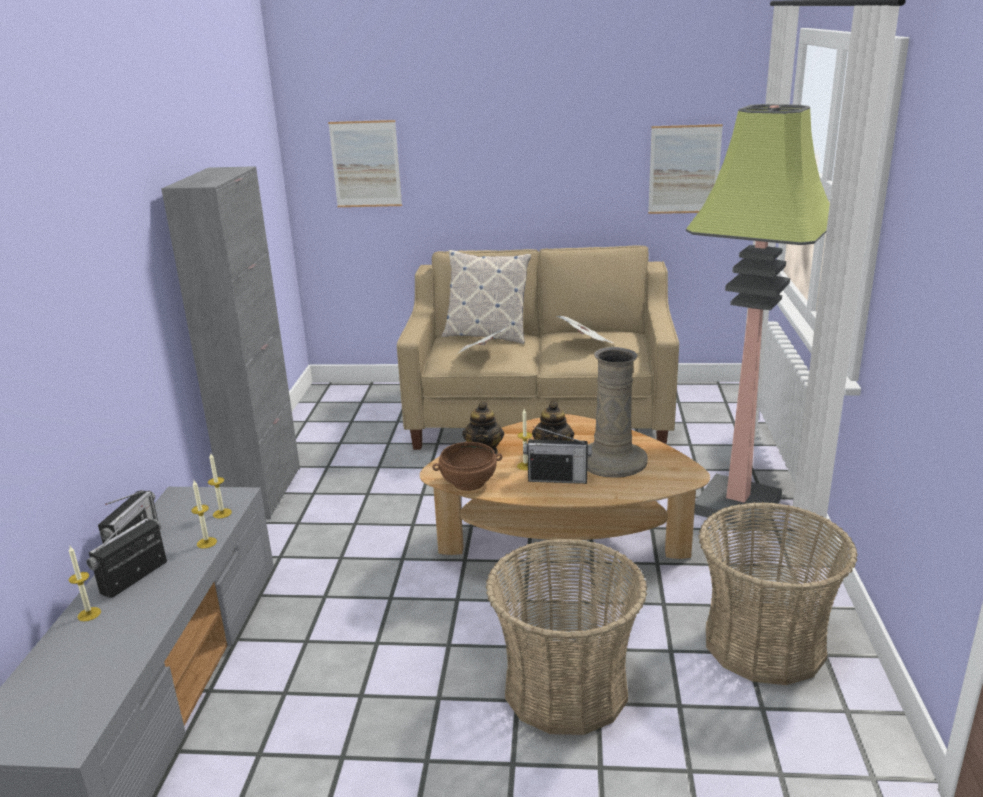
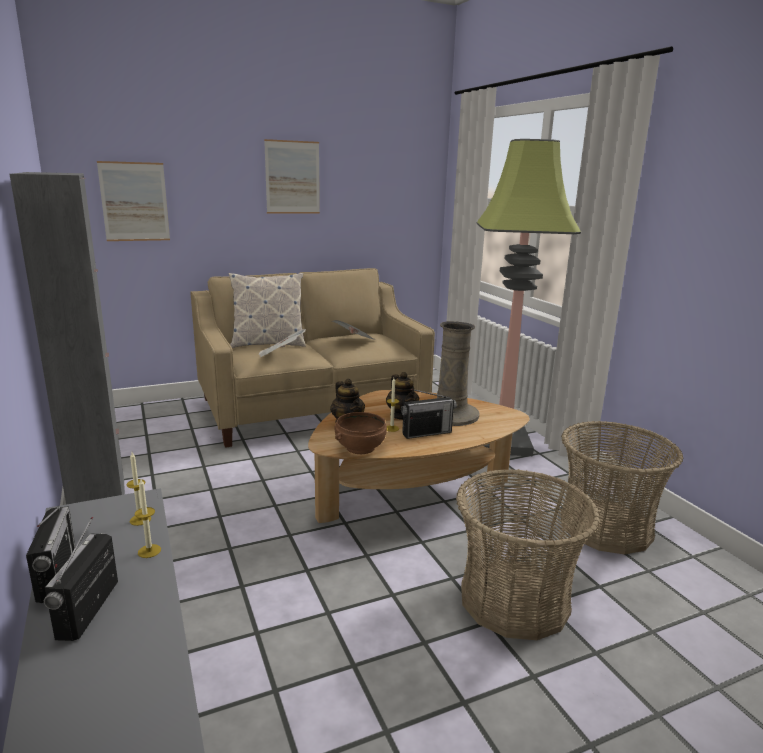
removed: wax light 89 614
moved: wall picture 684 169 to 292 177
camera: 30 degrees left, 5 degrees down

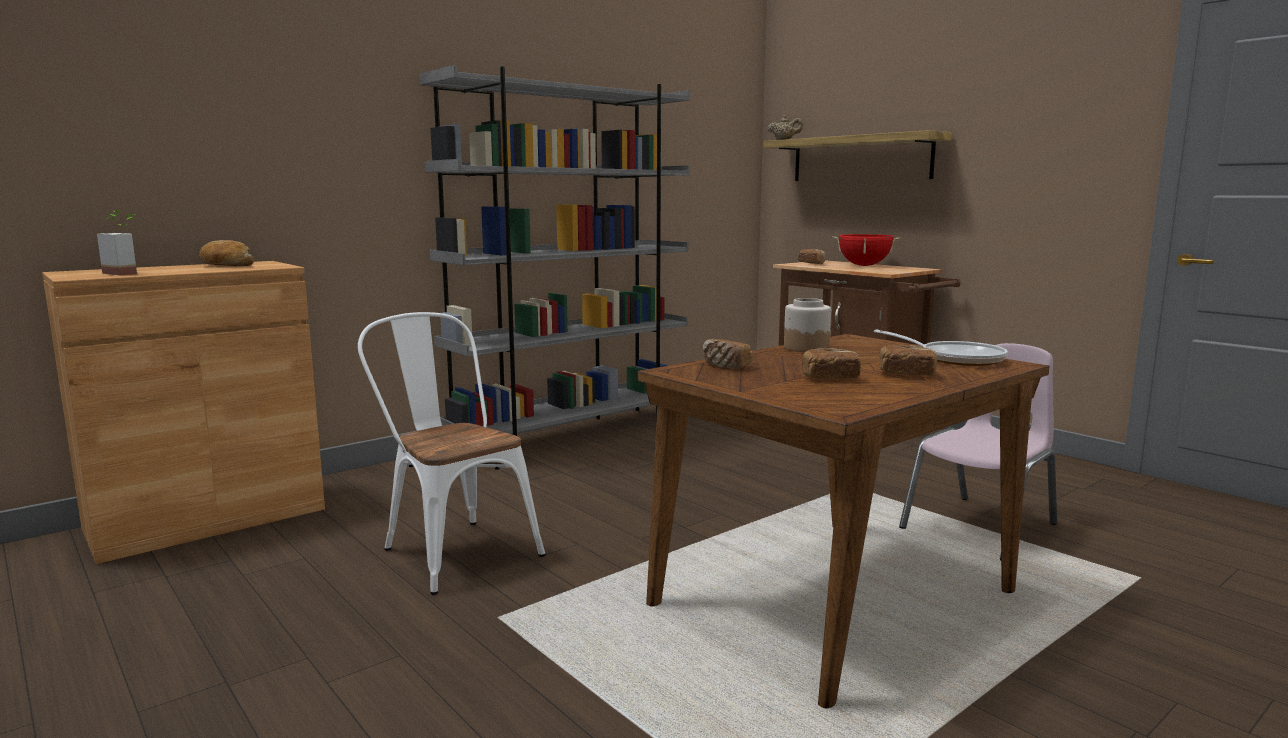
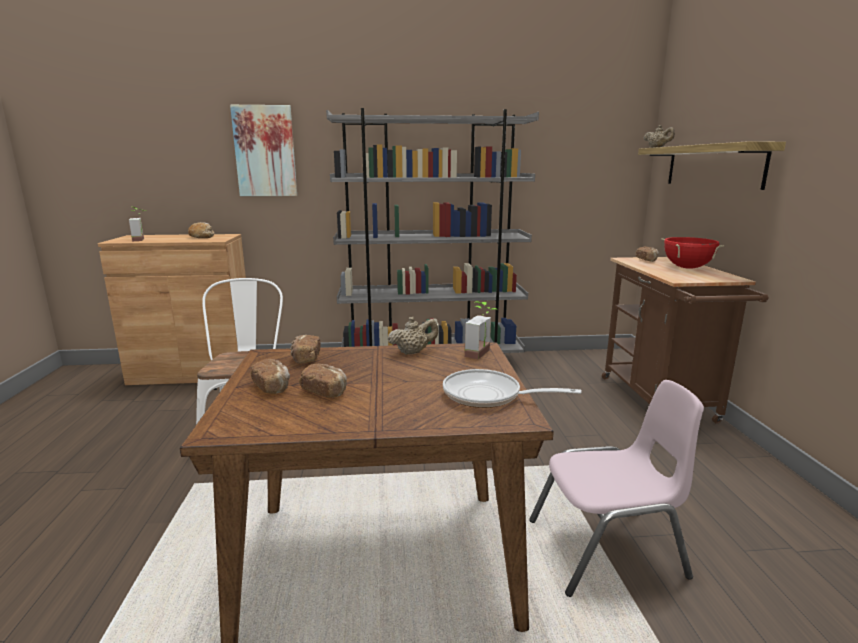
added: wall picture 265 151; plant in a pot 483 354
moved: baked bread 907 374 to 272 387
replaced: preserve jar 806 348 to pot for tea in beige-coloured 413 352
turned: skillet 955 359 = 488 396 120 degrees clockwise
camera: 35 degrees right, 5 degrees up

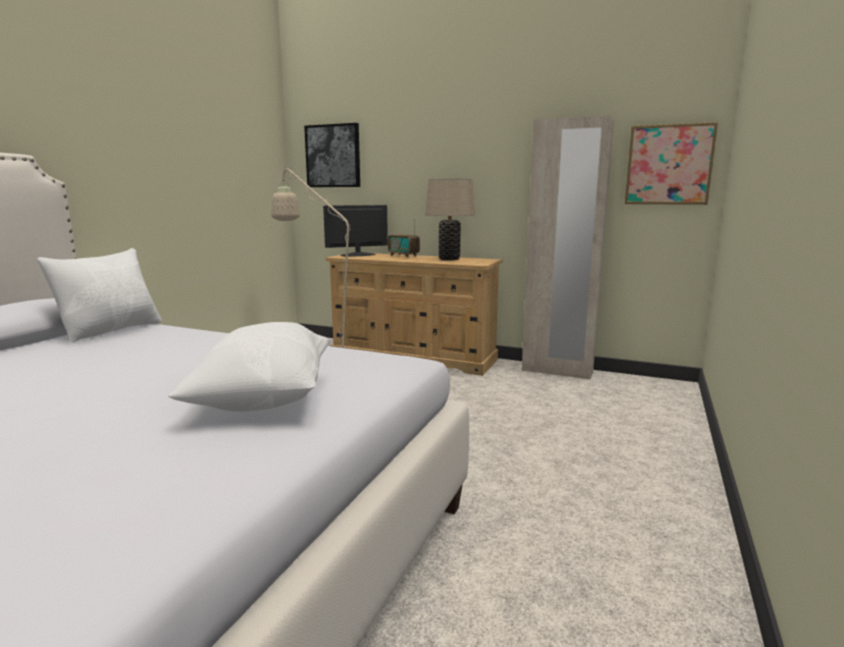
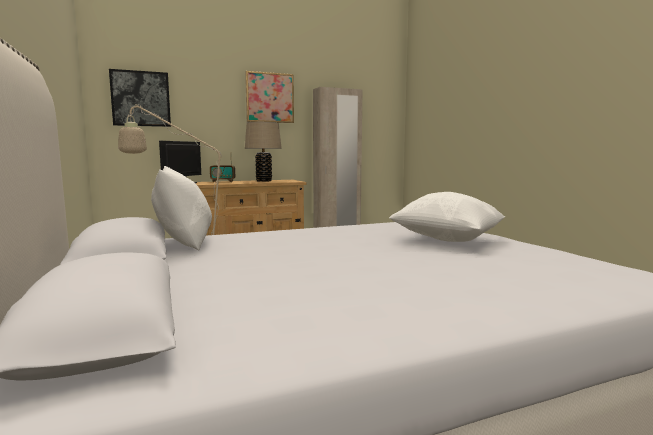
moved: wall picture 669 165 to 269 98
camera: 45 degrees left, 5 degrees down

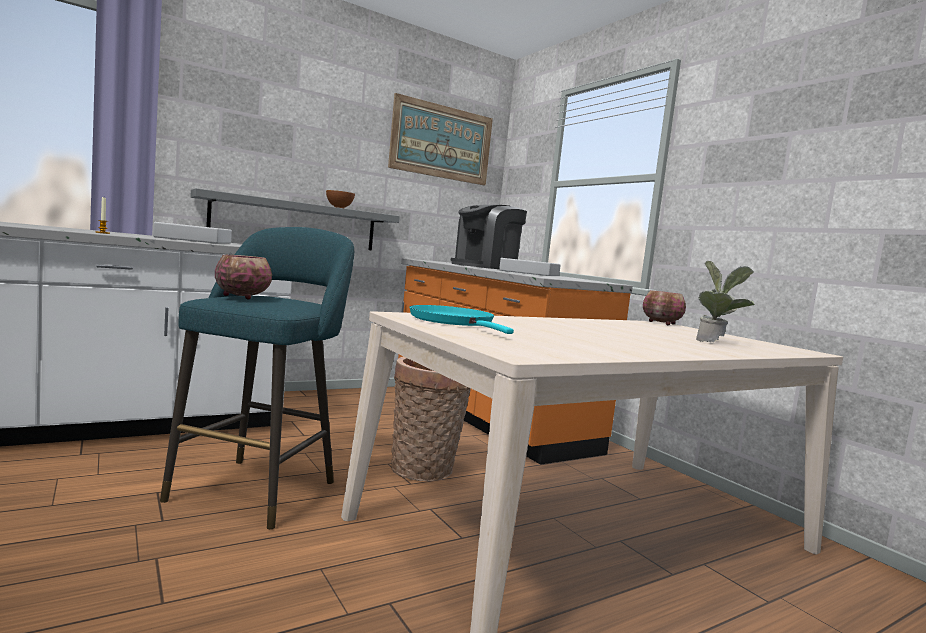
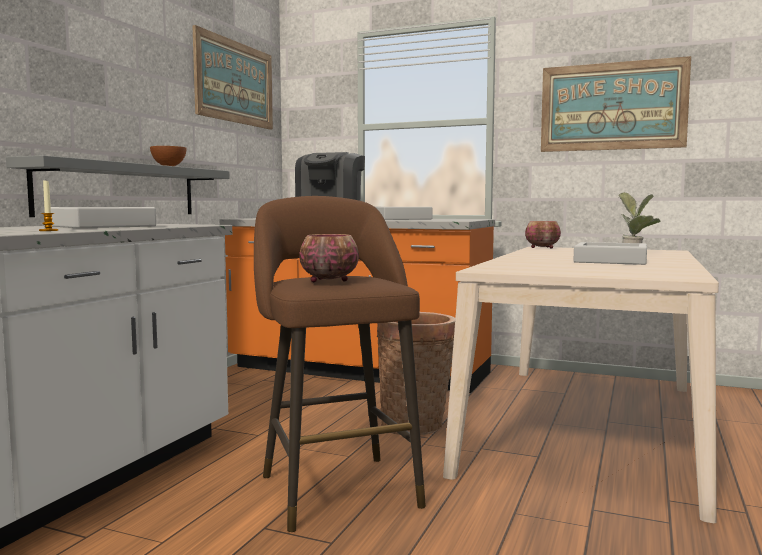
removed: skillet in turquoise 454 322
added: wall picture 612 106; carrying tray in greyish 610 261
recoloured: sitting stool in turquoise 259 487 to sitting stool in brown-coloured 336 486
camera: 35 degrees left, 0 degrees up

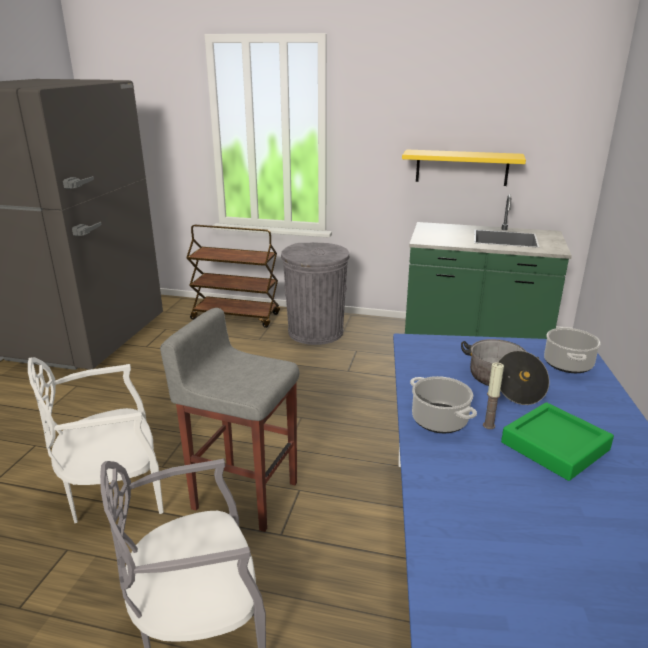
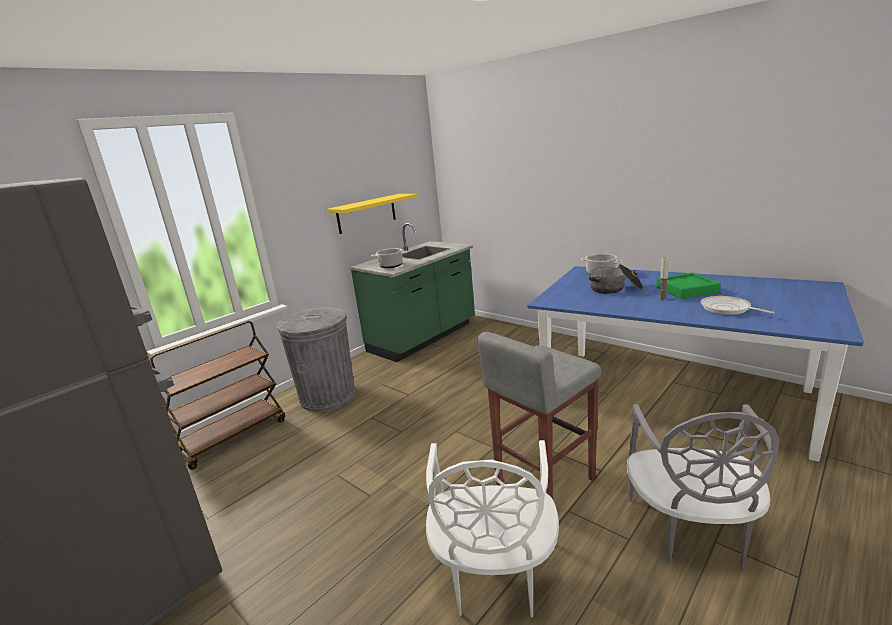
added: skillet 727 309
moved: cooking pot 440 420 to 391 265
camera: 60 degrees left, 5 degrees down

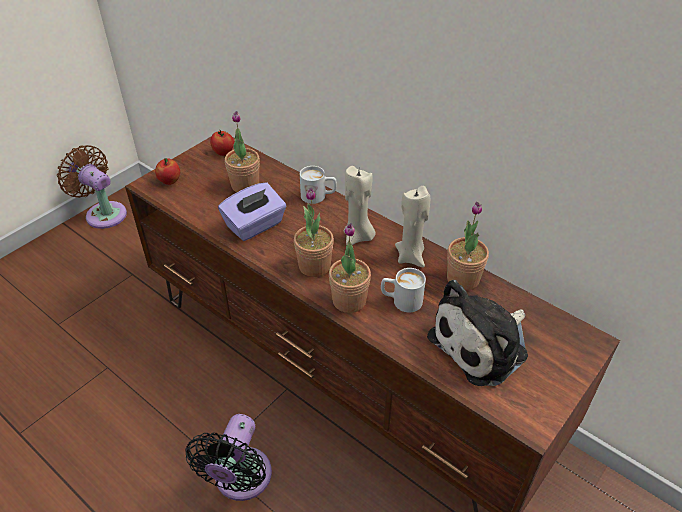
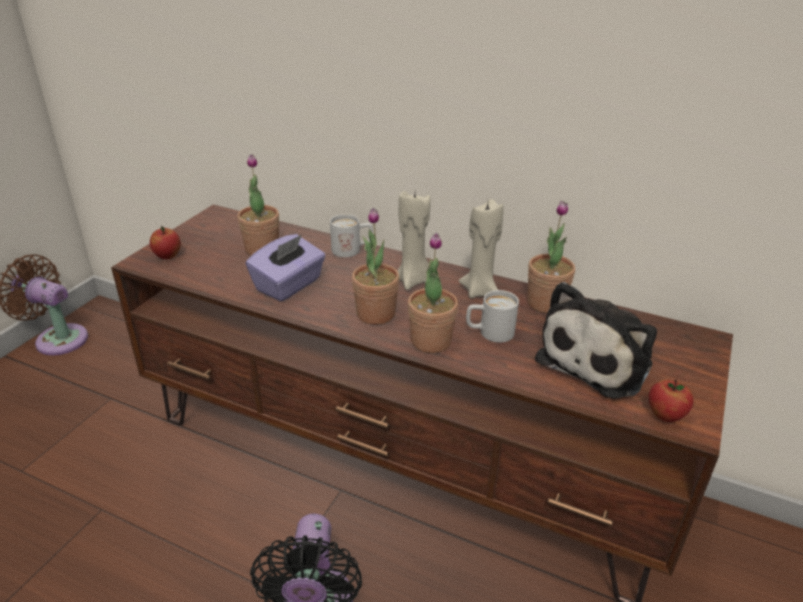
moved: whole apple 223 152 to 665 415
camera: 15 degrees left, 10 degrees down

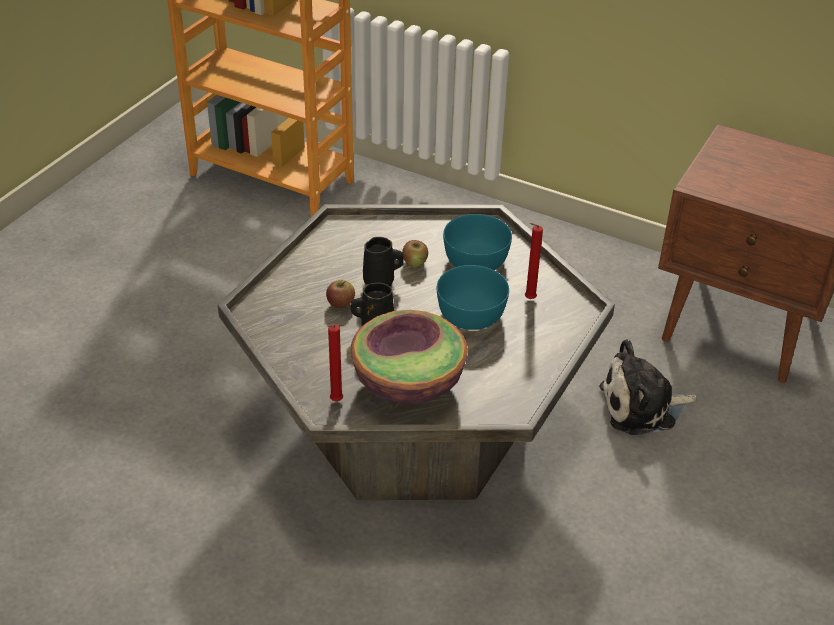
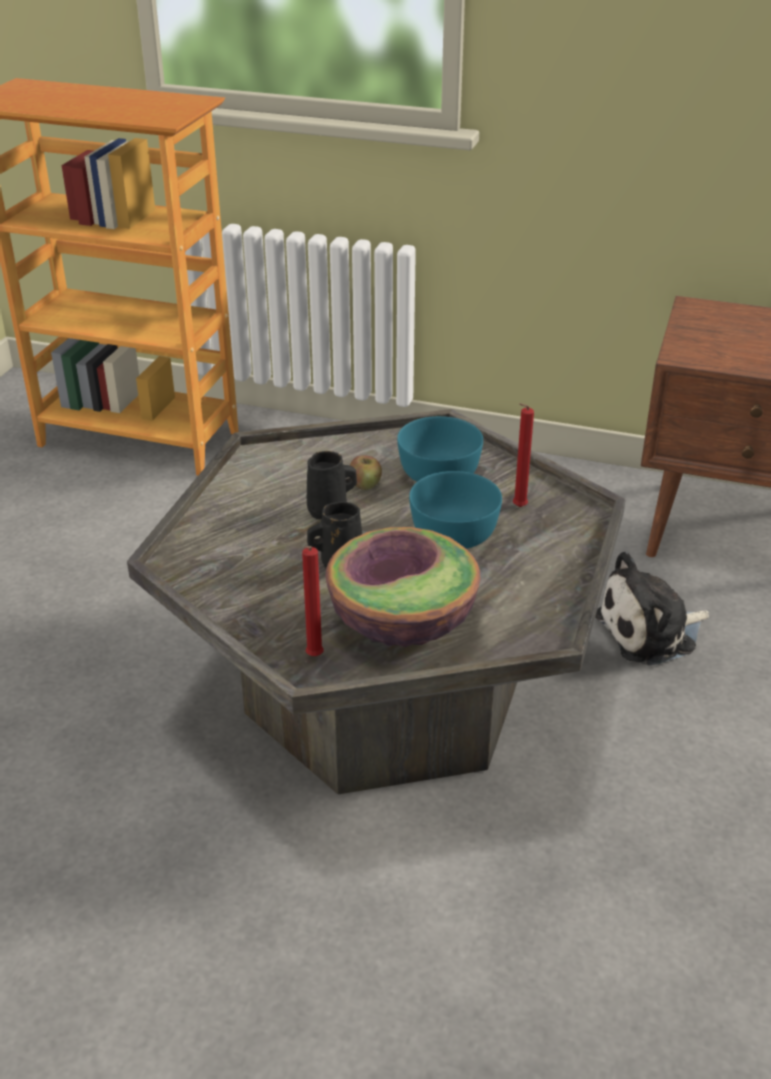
removed: whole apple 340 303
camera: 10 degrees left, 5 degrees down

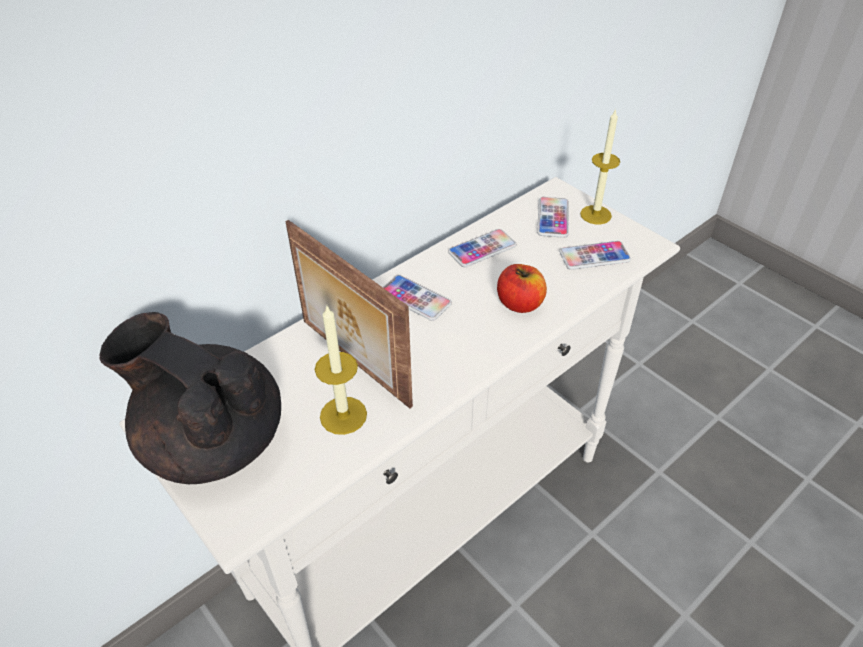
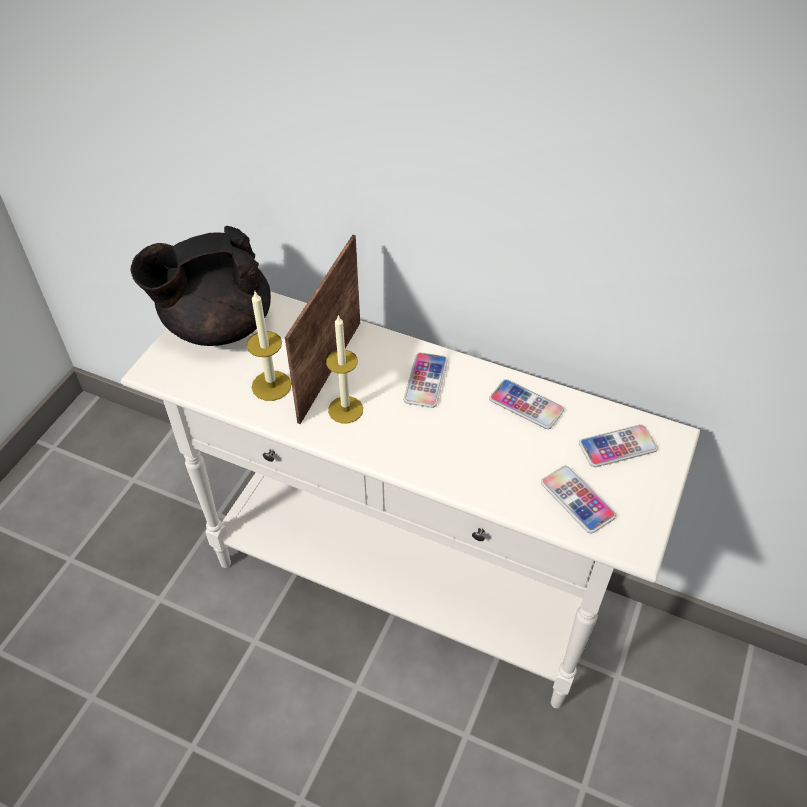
removed: whole apple 520 303
moved: wax light 595 215 to 345 409
turned: pot for tea in blackish 213 441 = 216 325 120 degrees counterclockwise
camera: 65 degrees right, 5 degrees up

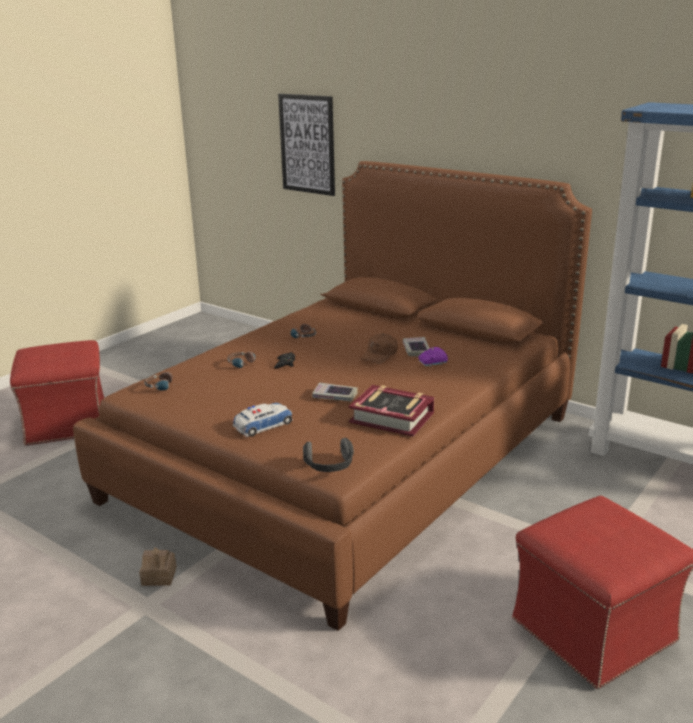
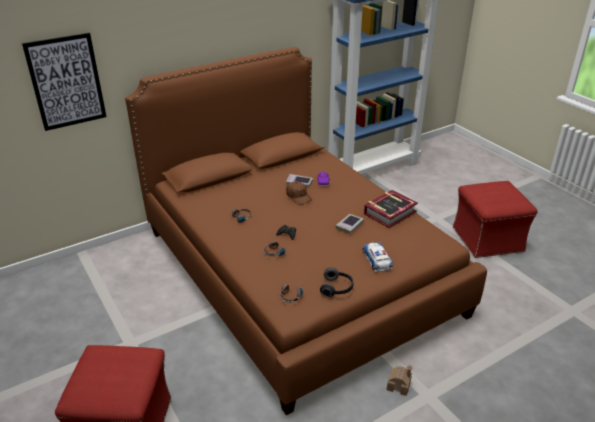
moved: headphones 329 467 to 337 288
camera: 70 degrees left, 10 degrees up

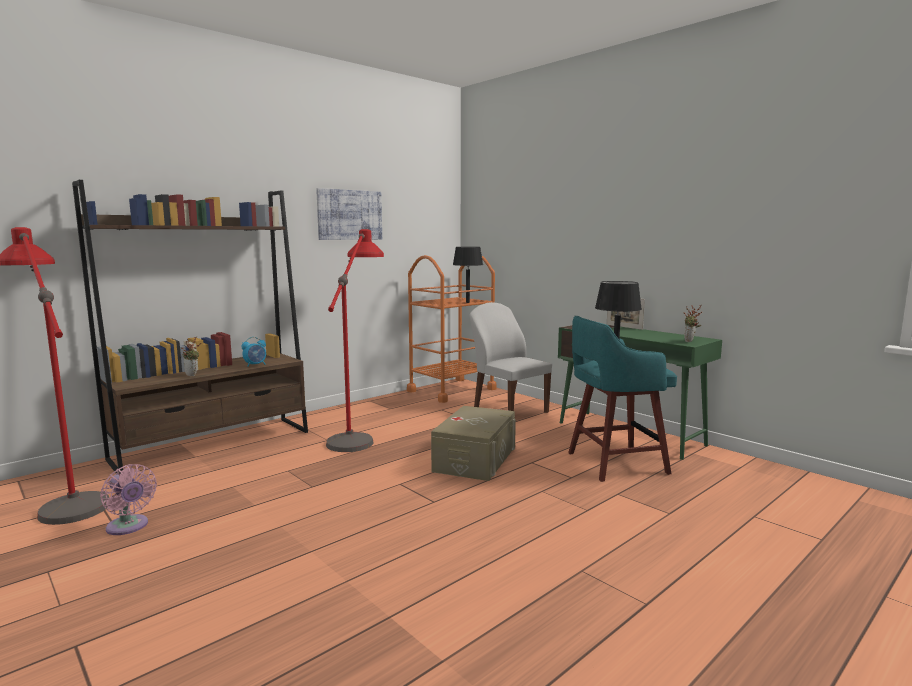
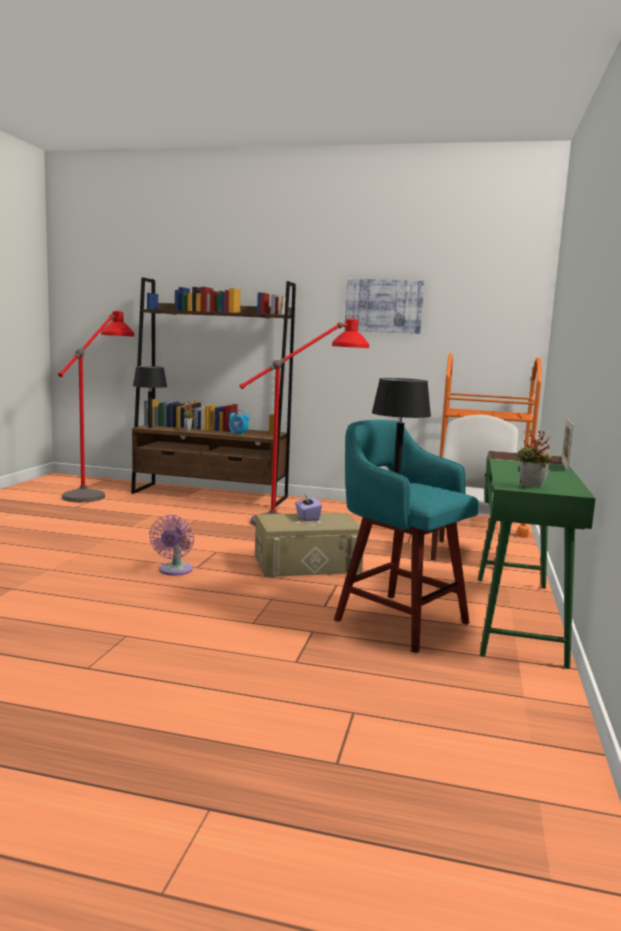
added: tissue holder in purplish 307 517
moved: lamp for a table in blackish 467 302 to 150 427; electric fan in pink-coloured 129 527 to 174 571
camera: 55 degrees right, 0 degrees up

